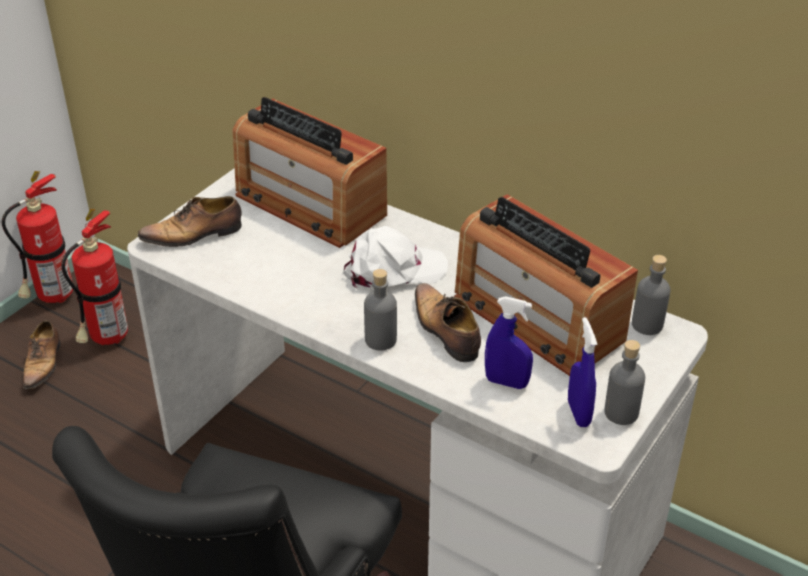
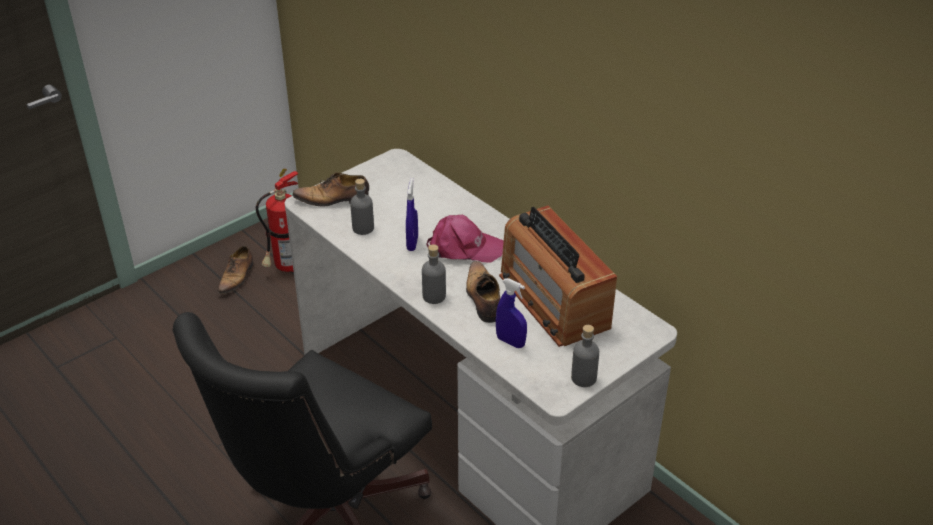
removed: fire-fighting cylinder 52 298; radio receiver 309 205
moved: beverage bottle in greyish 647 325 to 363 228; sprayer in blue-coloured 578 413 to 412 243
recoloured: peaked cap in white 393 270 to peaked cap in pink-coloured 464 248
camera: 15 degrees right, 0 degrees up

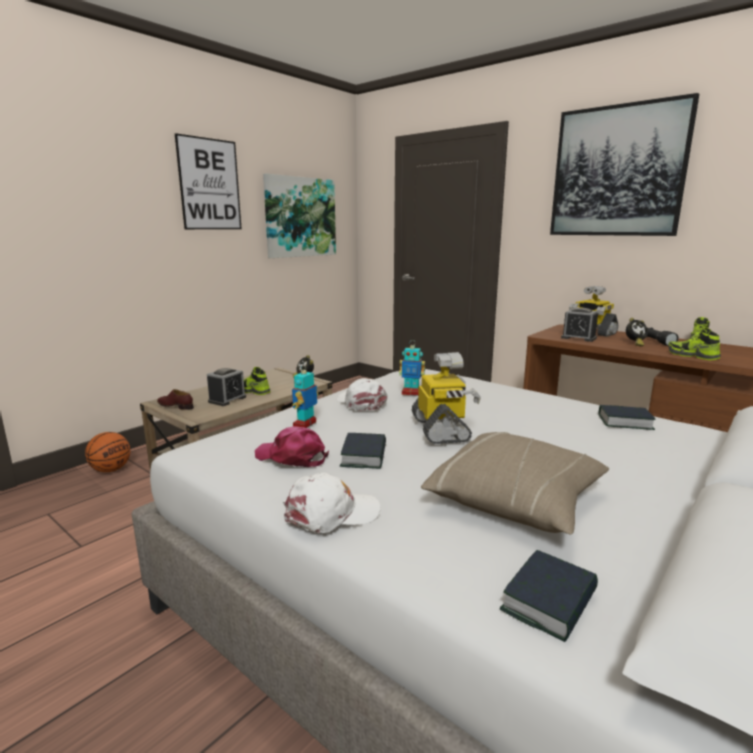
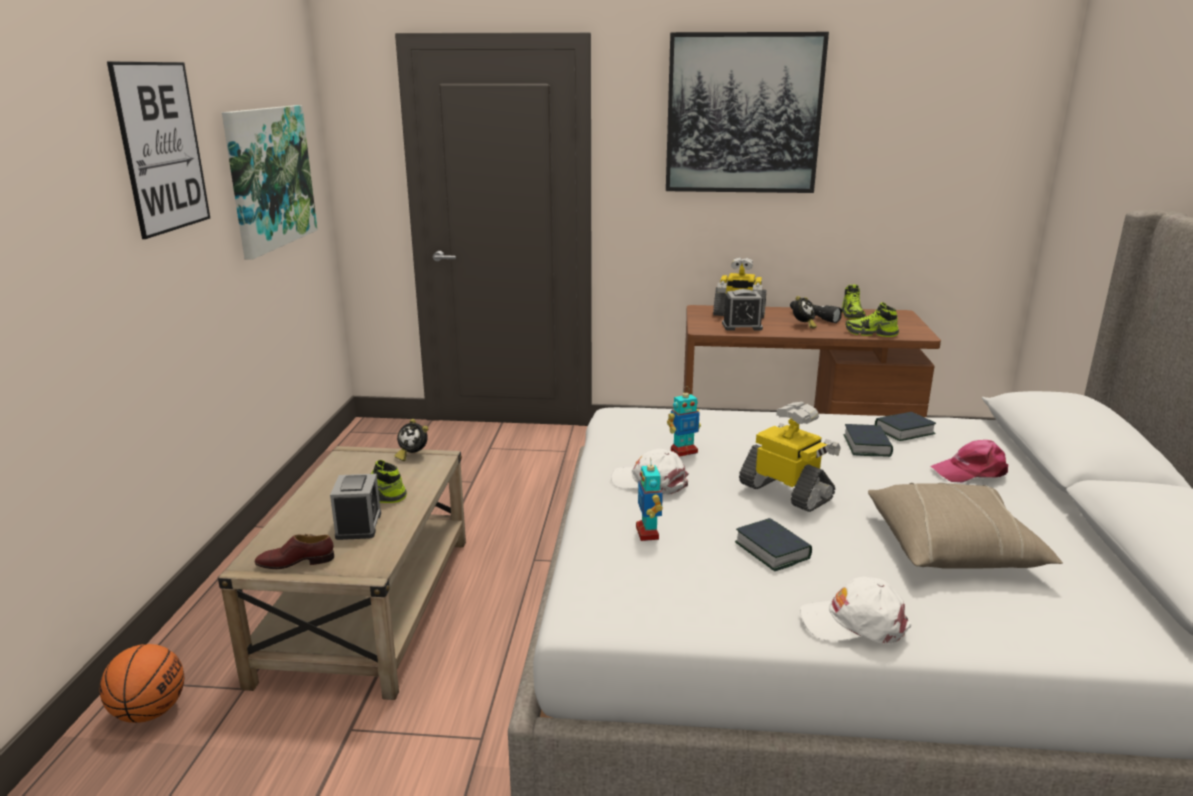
moved: book 549 602 to 867 446; peaked cap in pink-coloured 291 457 to 971 472
turned: peaked cap in white 331 513 = 853 623 120 degrees counterclockwise
camera: 35 degrees left, 5 degrees up

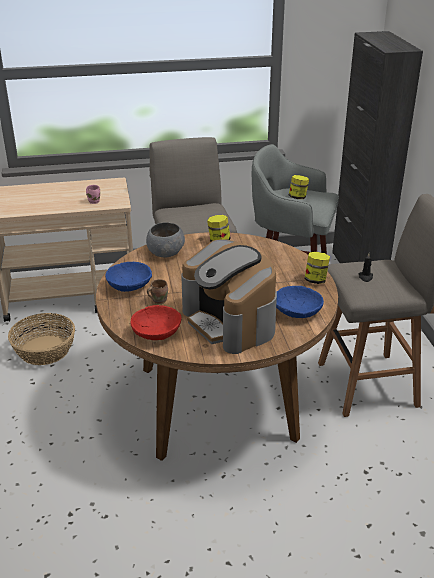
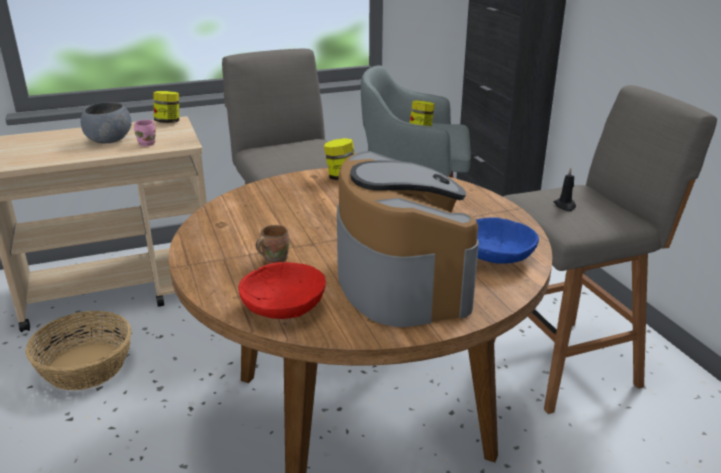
removed: serving bowl in blue-coloured 129 286
moved: serving bowl in greyish 165 253 to 108 140; preserve jar 315 280 to 168 122
turned: coffee maker 230 322 = 400 279 150 degrees counterclockwise
camera: 10 degrees left, 5 degrees down

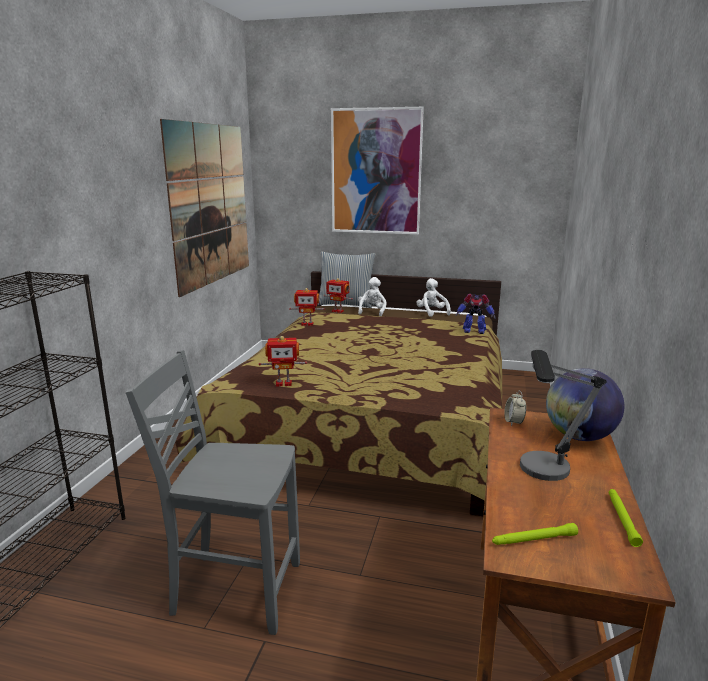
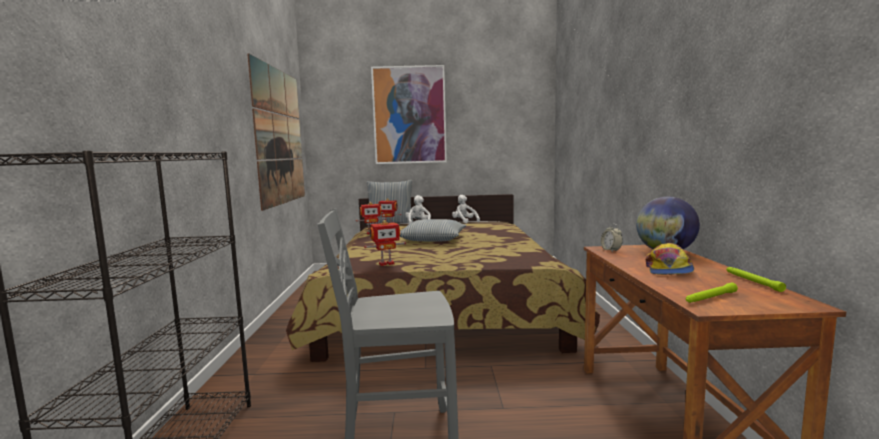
removed: model robot 473 331
added: throw pillow 432 239
replaced: lamp for a table 543 475 to peaked cap 668 270
camera: 15 degrees left, 10 degrees down

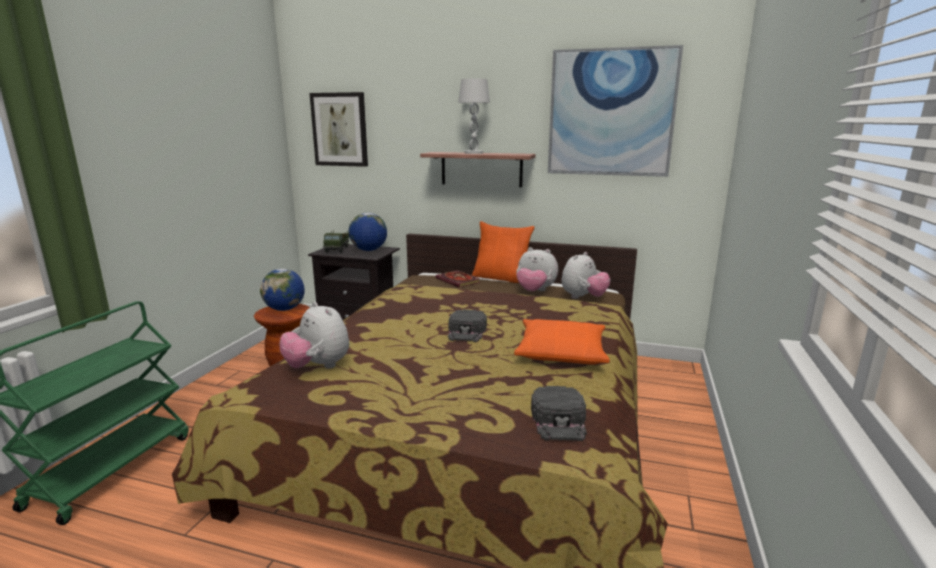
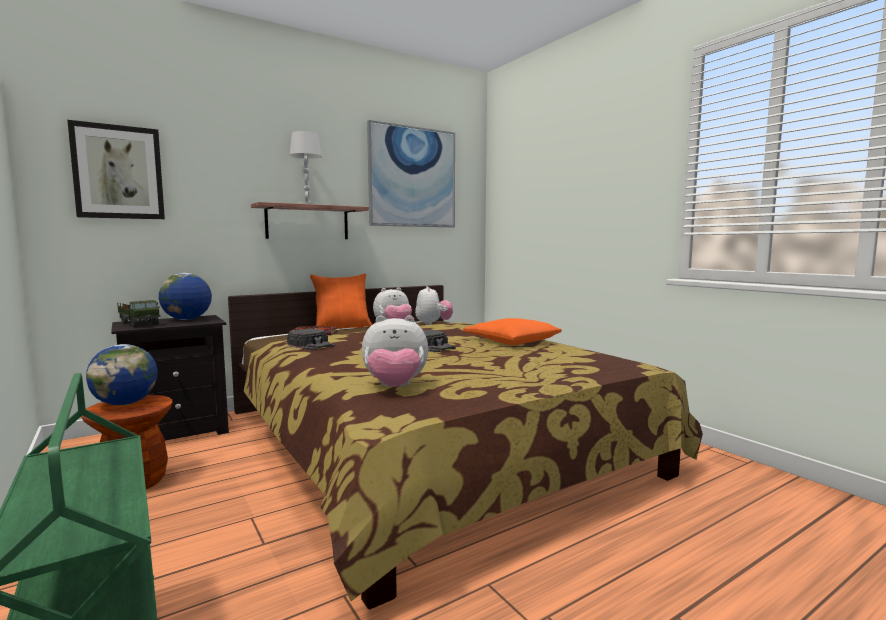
moved: peaked cap in blackish 559 420 to 311 345
camera: 50 degrees left, 10 degrees down

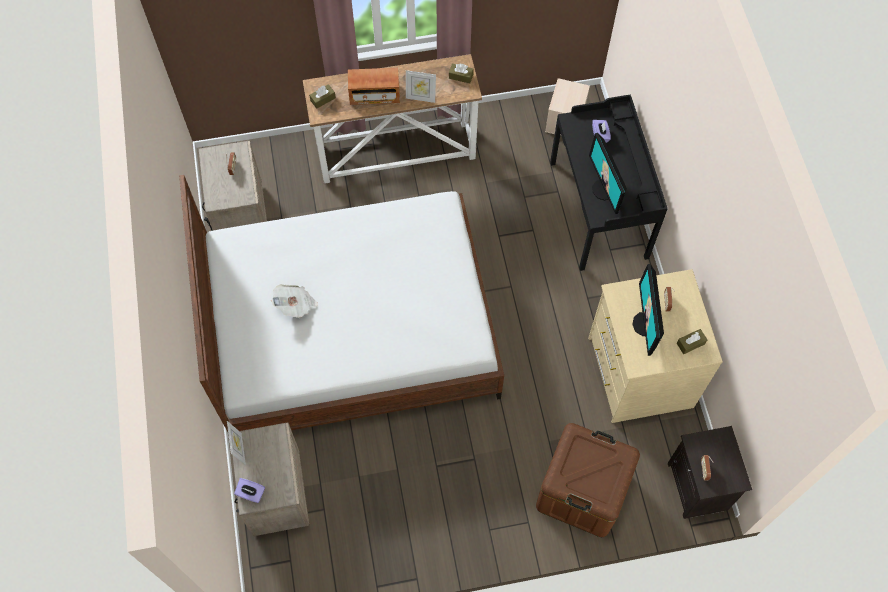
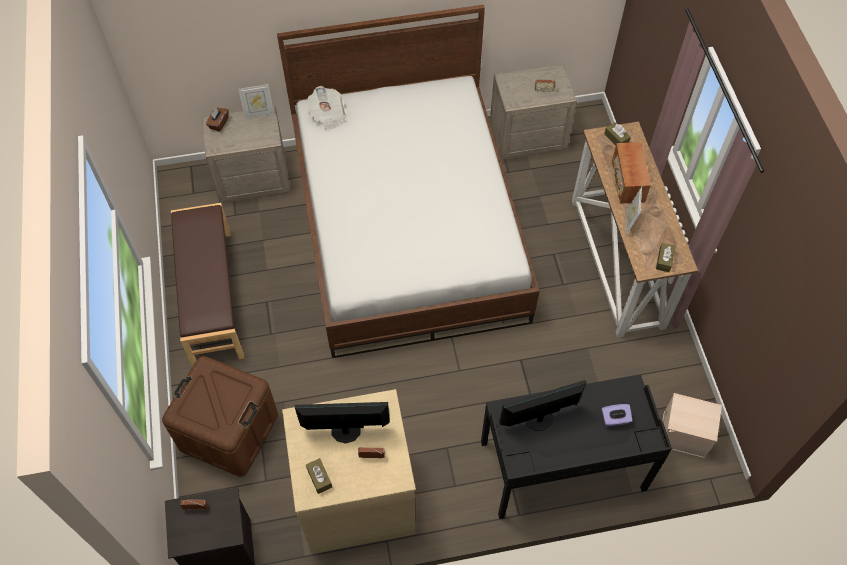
added: indoor bench in brown-coloured 211 297
moved: printed paper 296 305 to 327 115
recoloured: tissue holder in purplish 251 493 to tissue holder in brown-coloured 218 123
camera: 90 degrees right, 5 degrees down

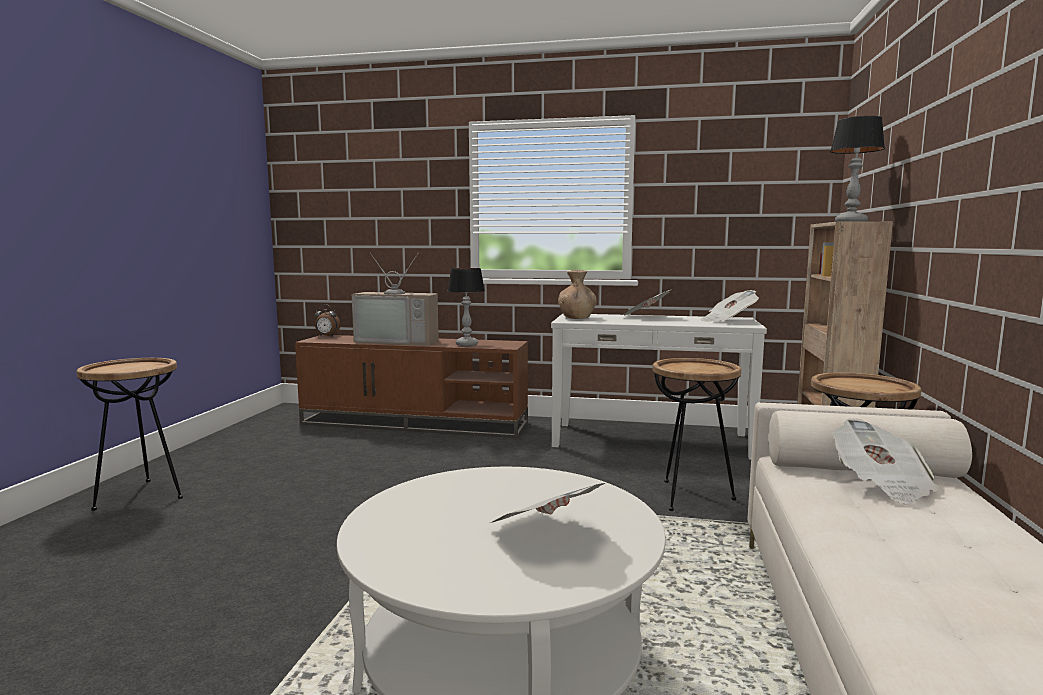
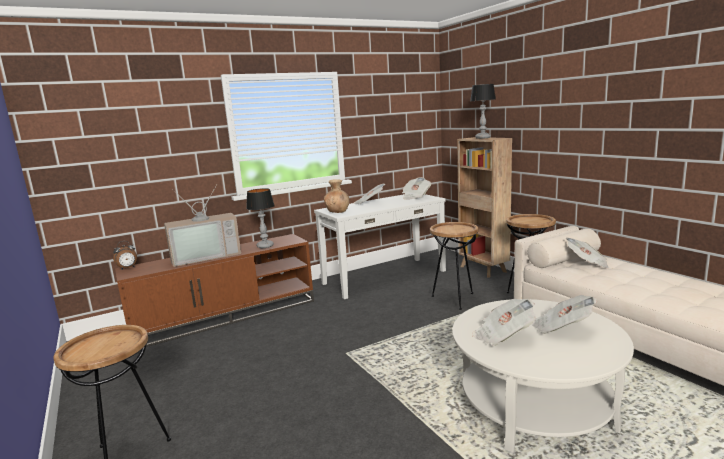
added: printed paper 503 336
camera: 40 degrees left, 5 degrees up

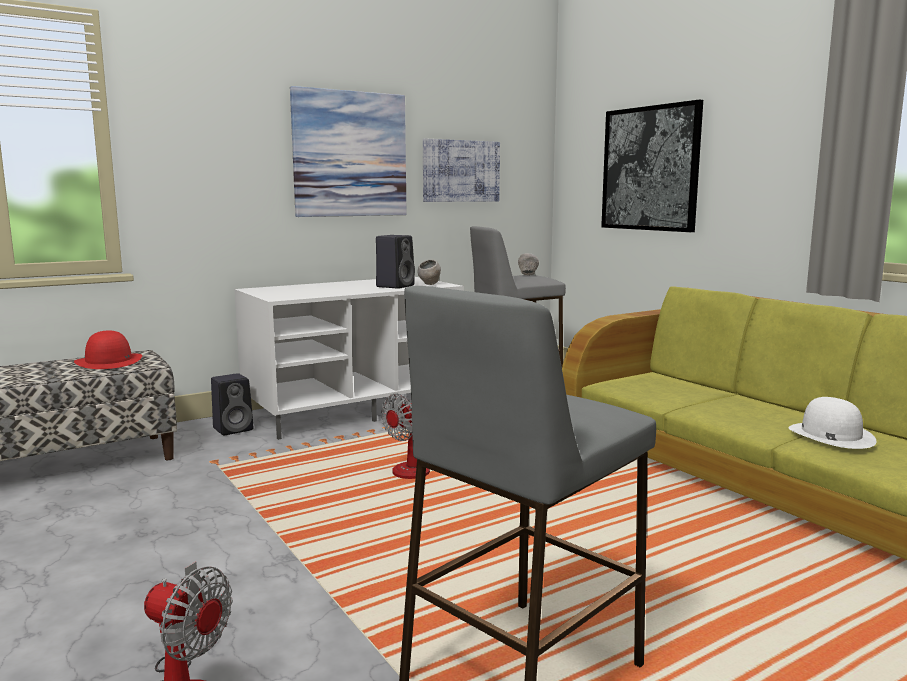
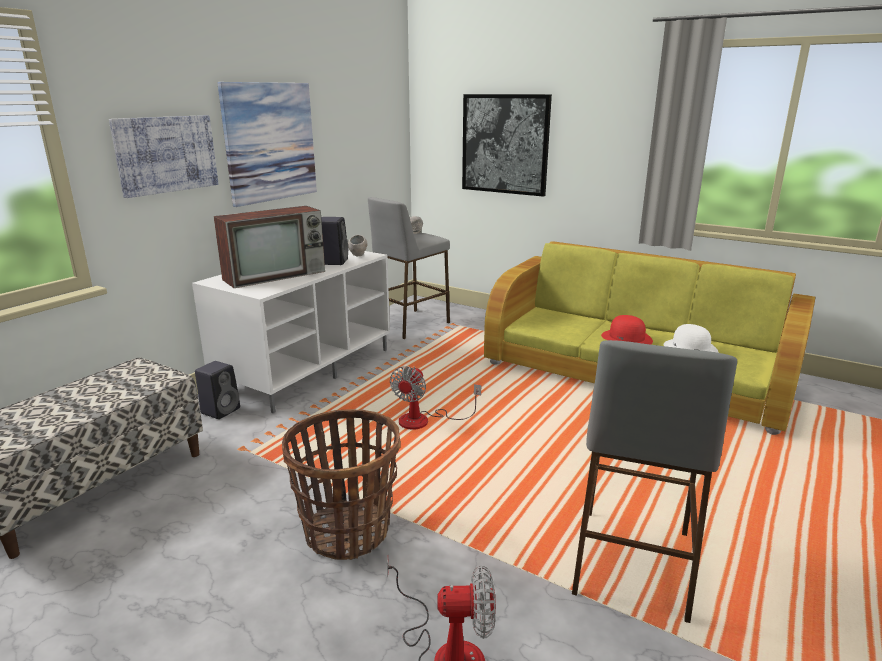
added: television 276 275; basket 347 531
moved: wall picture 461 171 to 166 154; hat in red-coloured 109 361 to 627 338
camera: 25 degrees left, 10 degrees up

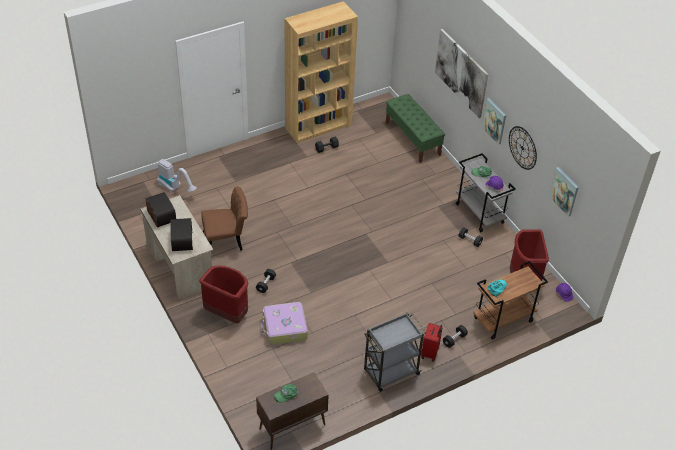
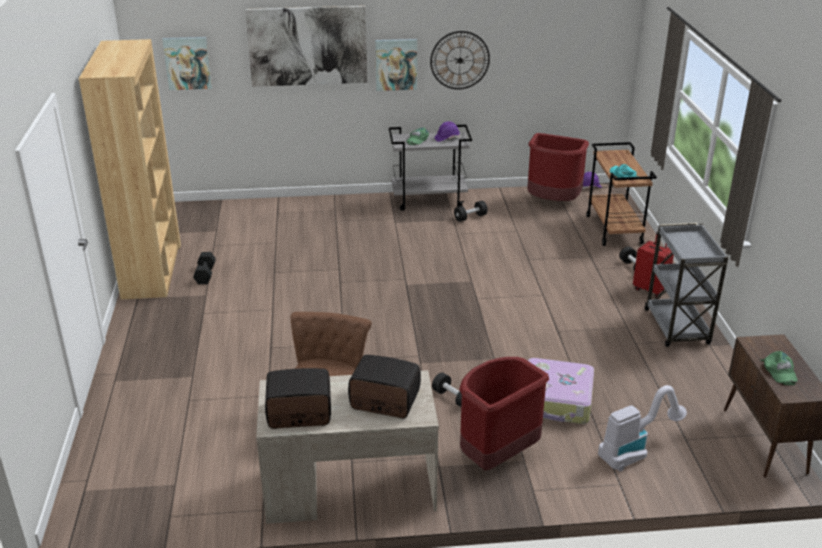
removed: indoor bench in green 413 139
moved: wall picture 564 191 to 187 63; vacuum 175 188 to 635 451
camera: 65 degrees left, 15 degrees down

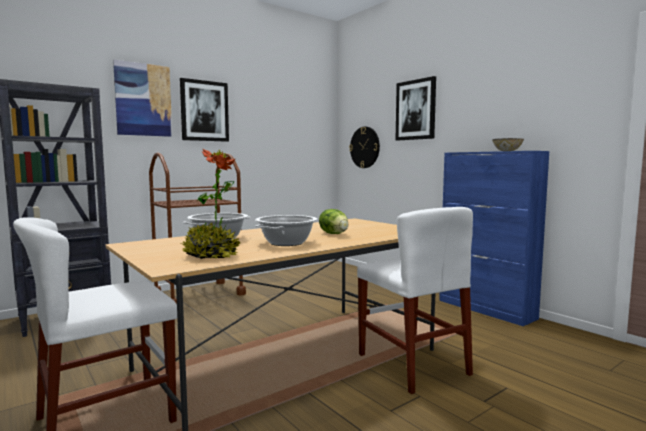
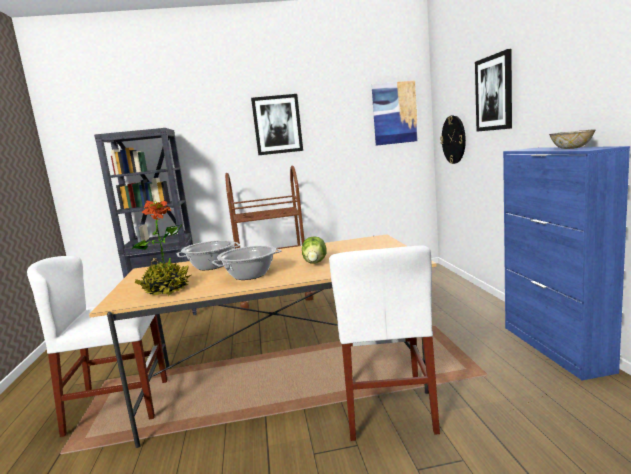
moved: wall picture 143 100 to 394 113
camera: 30 degrees right, 5 degrees up

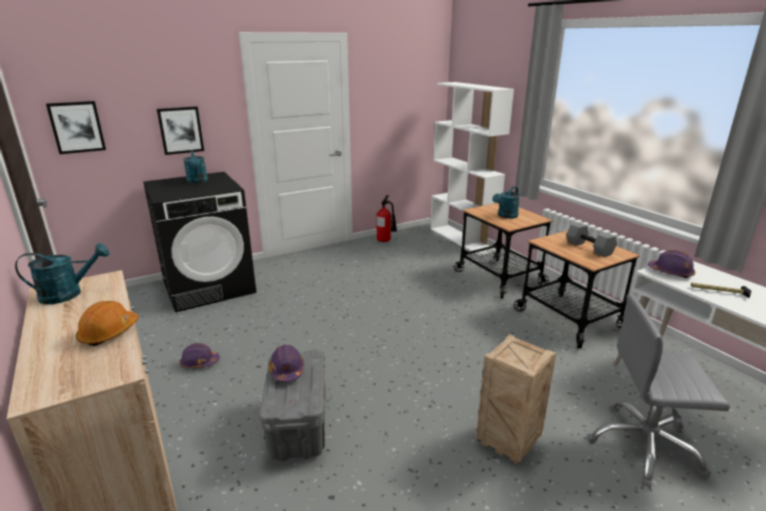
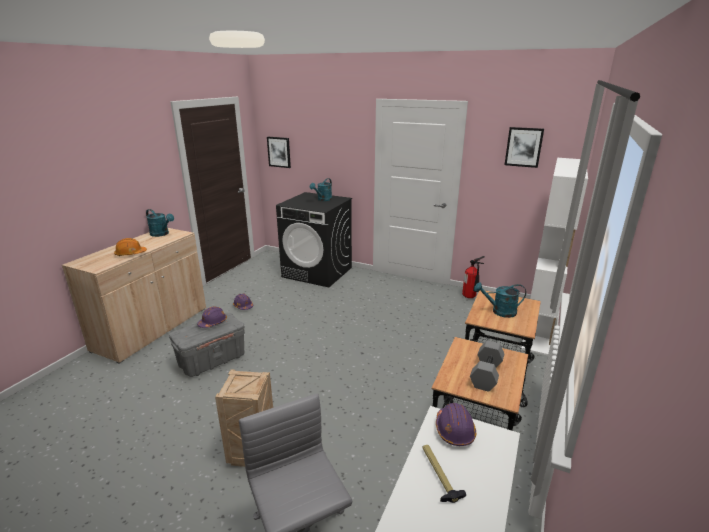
moved: wall picture 180 130 to 523 147
camera: 55 degrees right, 0 degrees up

